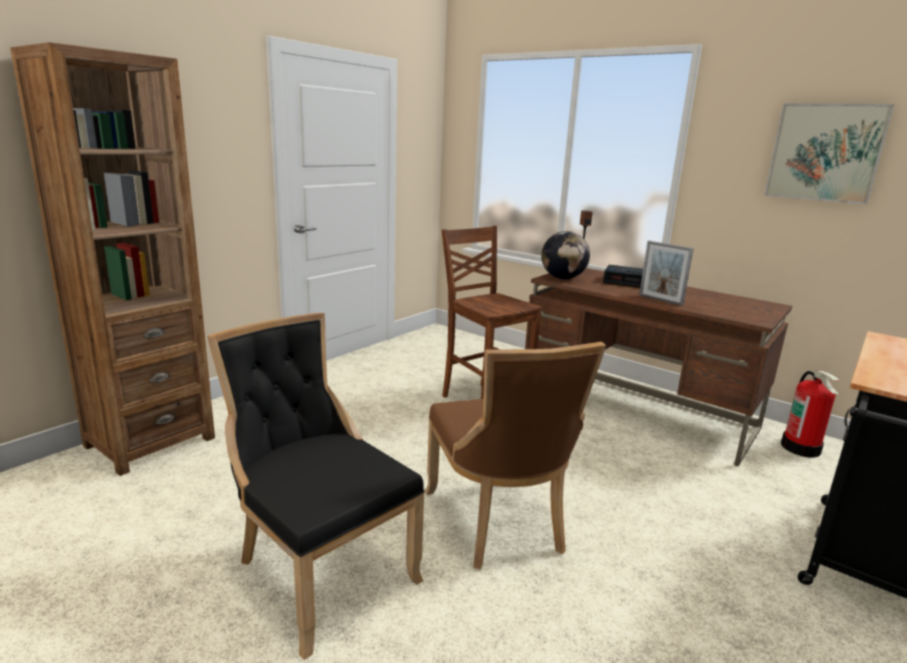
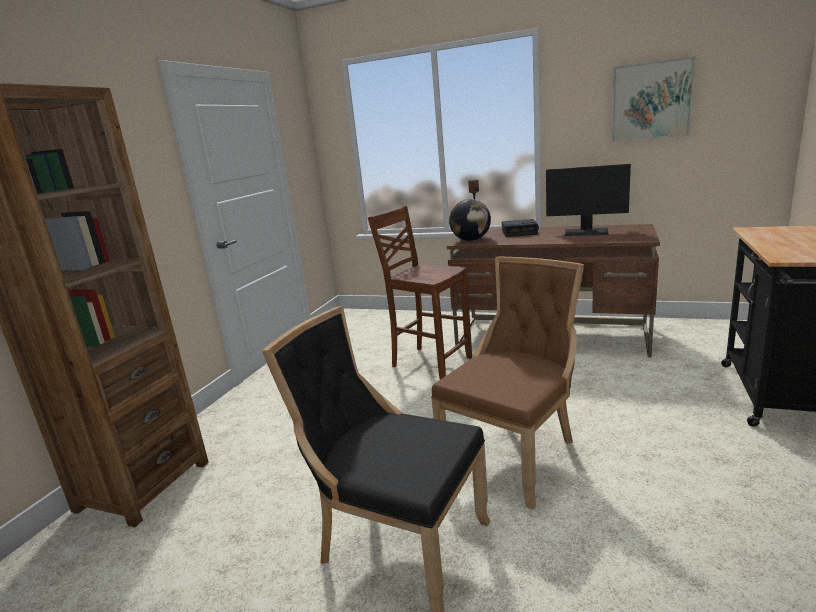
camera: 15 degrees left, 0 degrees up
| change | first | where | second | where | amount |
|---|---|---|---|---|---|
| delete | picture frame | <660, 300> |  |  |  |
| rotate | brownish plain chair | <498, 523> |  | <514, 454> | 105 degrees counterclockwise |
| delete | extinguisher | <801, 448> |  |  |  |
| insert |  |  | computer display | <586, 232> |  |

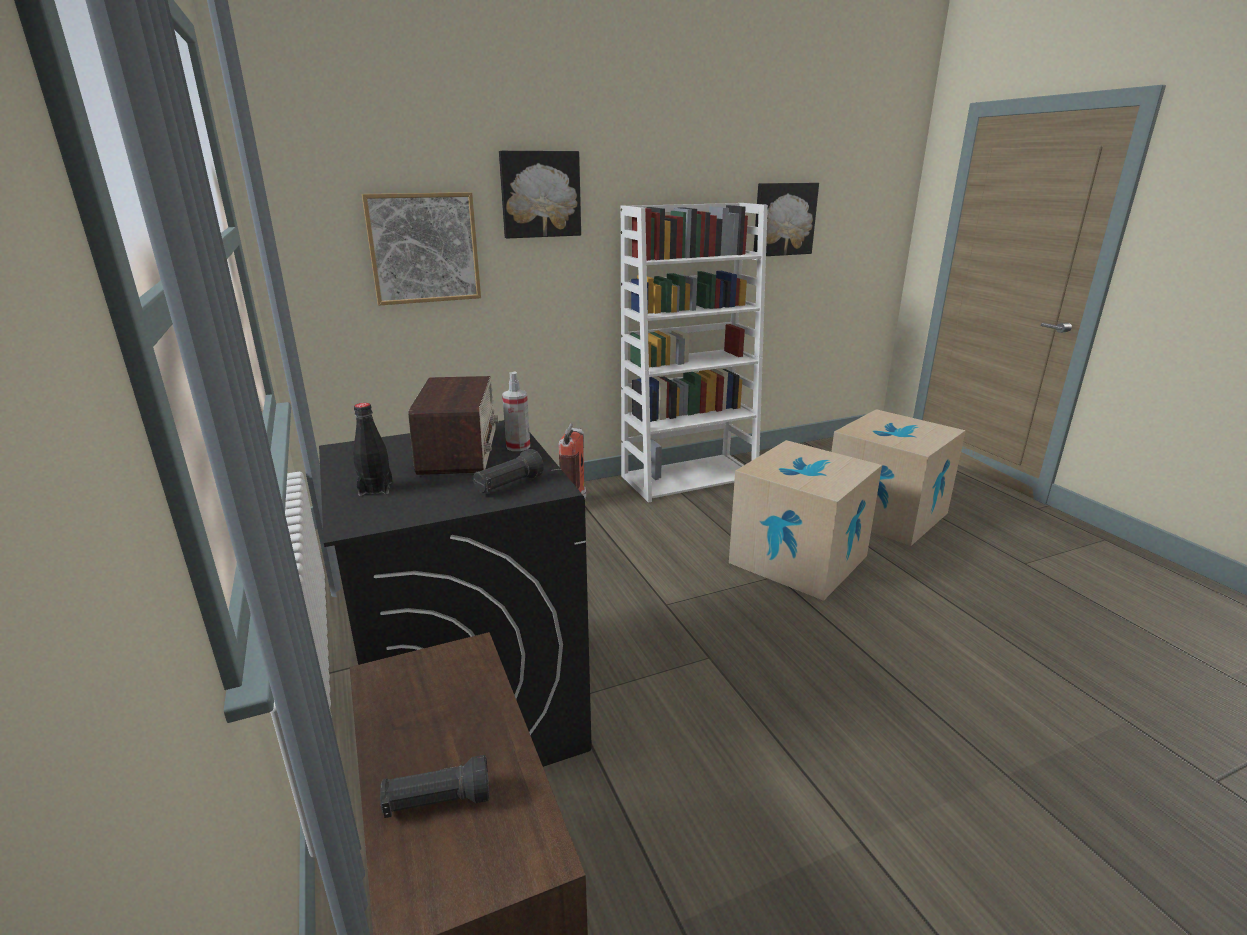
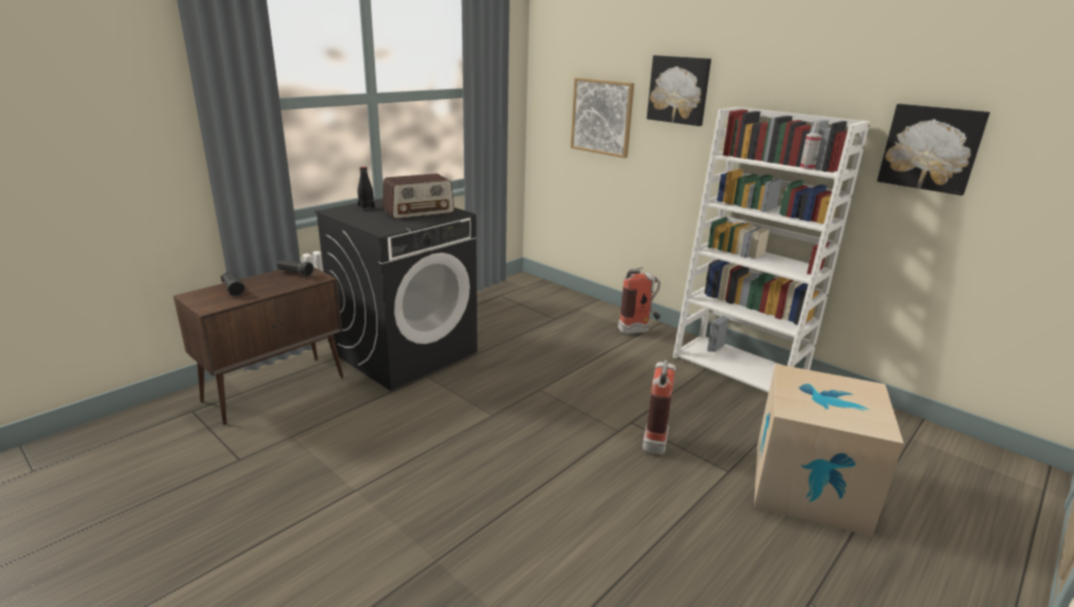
camera: 65 degrees right, 0 degrees up
| change | first | where | second | where | amount |
|---|---|---|---|---|---|
| move | spray bottle | <518, 446> |  | <807, 168> |  |
| replace | packing box | <798, 559> | extinguisher | <655, 438> |  |
| move | black torch | <508, 485> |  | <295, 273> |  |

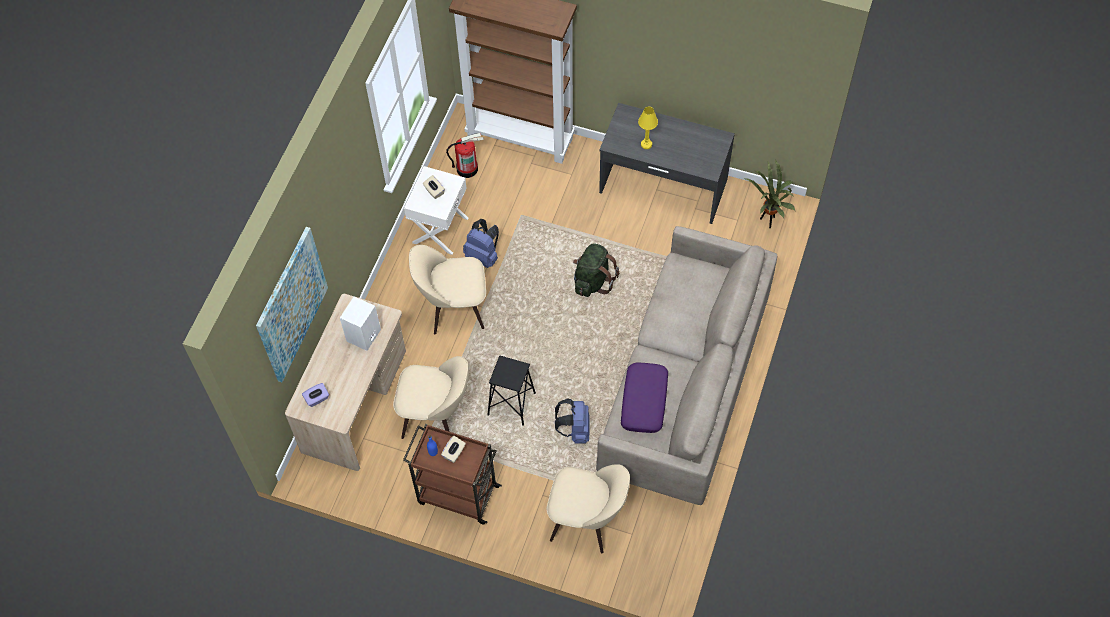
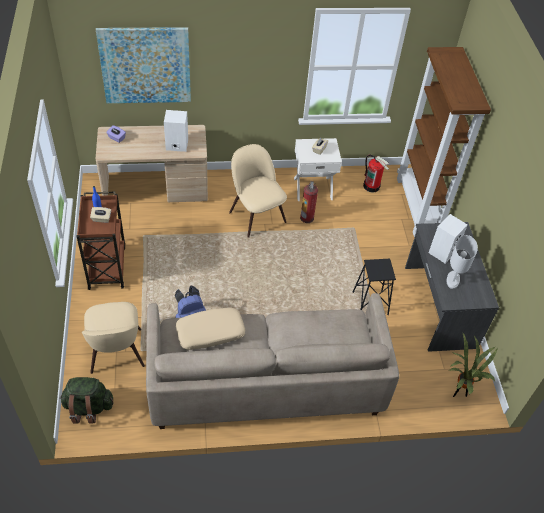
camera: 60 degrees right, 10 degrees down
| change | first | where | second | where | amount |
|---|---|---|---|---|---|
| replace | yellow-coloured lamp for a table | <646, 144> | white-coloured loudspeaker | <442, 251> |  |
| replace | bluish rucksack | <483, 256> | extinguisher | <307, 218> |  |
| move | greenish rucksack | <593, 281> |  | <88, 407> |  |
| delete | beige-coloured plain chair | <436, 415> |  |  |  |
| move | black stool seat | <511, 404> |  | <370, 303> |  |
| recolor | purple pillow | <644, 401> | beige-coloured pillow | <210, 333> |  |
| insert |  |  | white-coloured lamp for a table | <453, 280> |  |

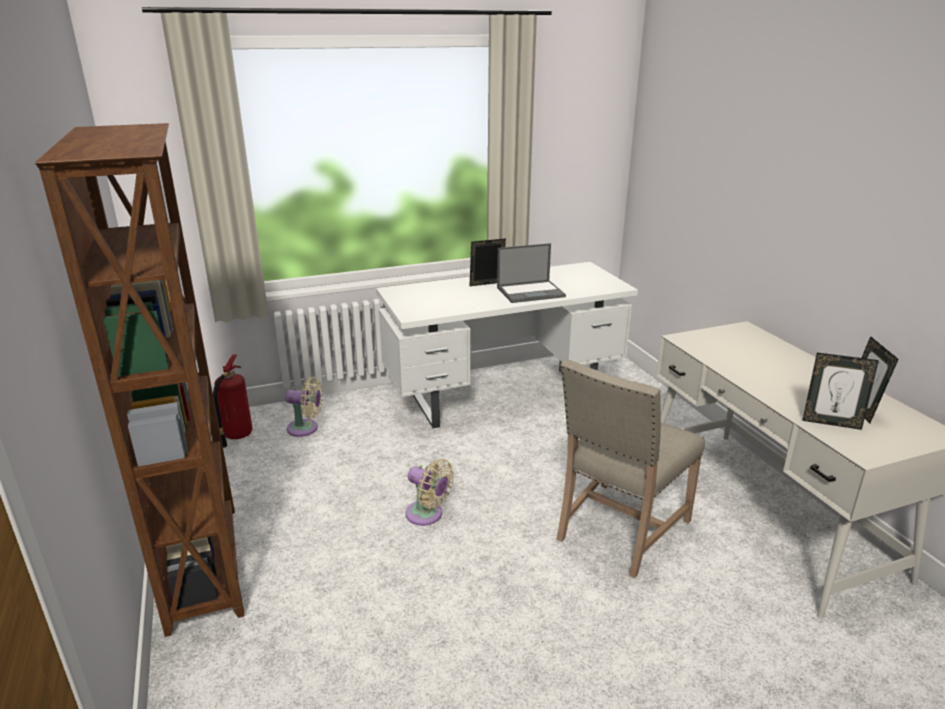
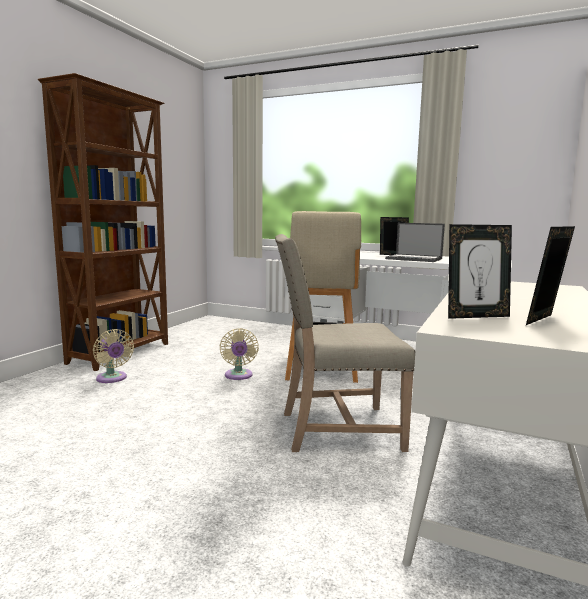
camera: 45 degrees right, 15 degrees down
| change | first | where | second | where | amount |
|---|---|---|---|---|---|
| rotate | picture frame | <831, 422> |  | <476, 316> | 75 degrees counterclockwise |
| delete | extinguisher | <237, 435> |  |  |  |
| move | beige-coloured fan | <306, 428> |  | <112, 379> |  |
| insert |  |  | beige-coloured stool seat | <320, 371> |  |

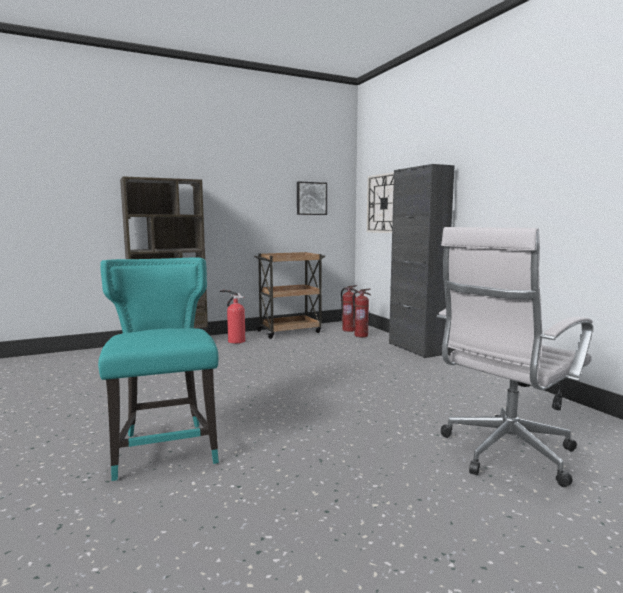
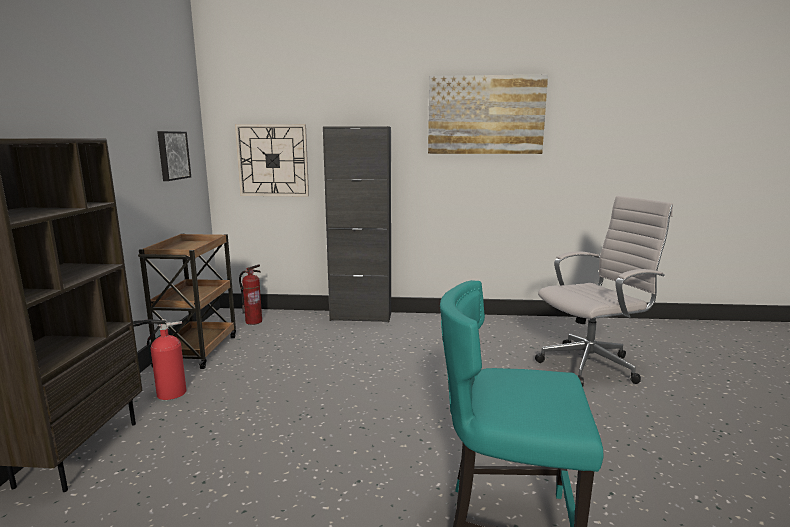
camera: 60 degrees left, 5 degrees up
| change | first | where | second | where | amount |
|---|---|---|---|---|---|
| rotate | white-coloured office chair | <504, 454> |  | <592, 365> | 105 degrees counterclockwise |
| delete | extinguisher | <361, 335> |  |  |  |
| insert |  |  | picture | <486, 115> |  |

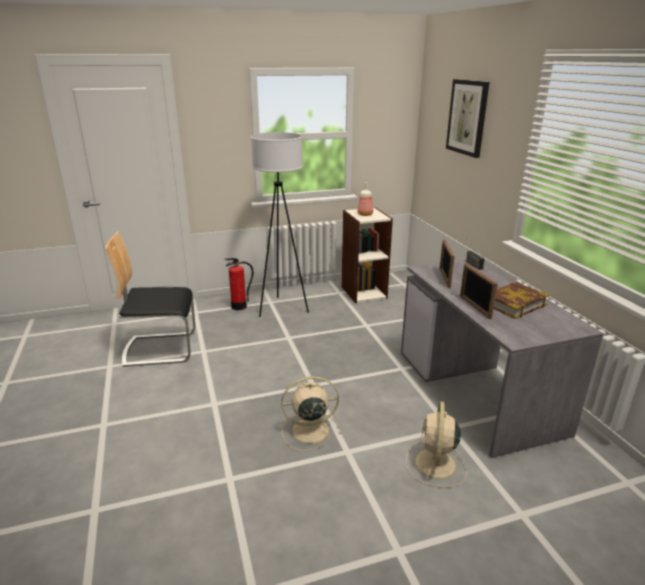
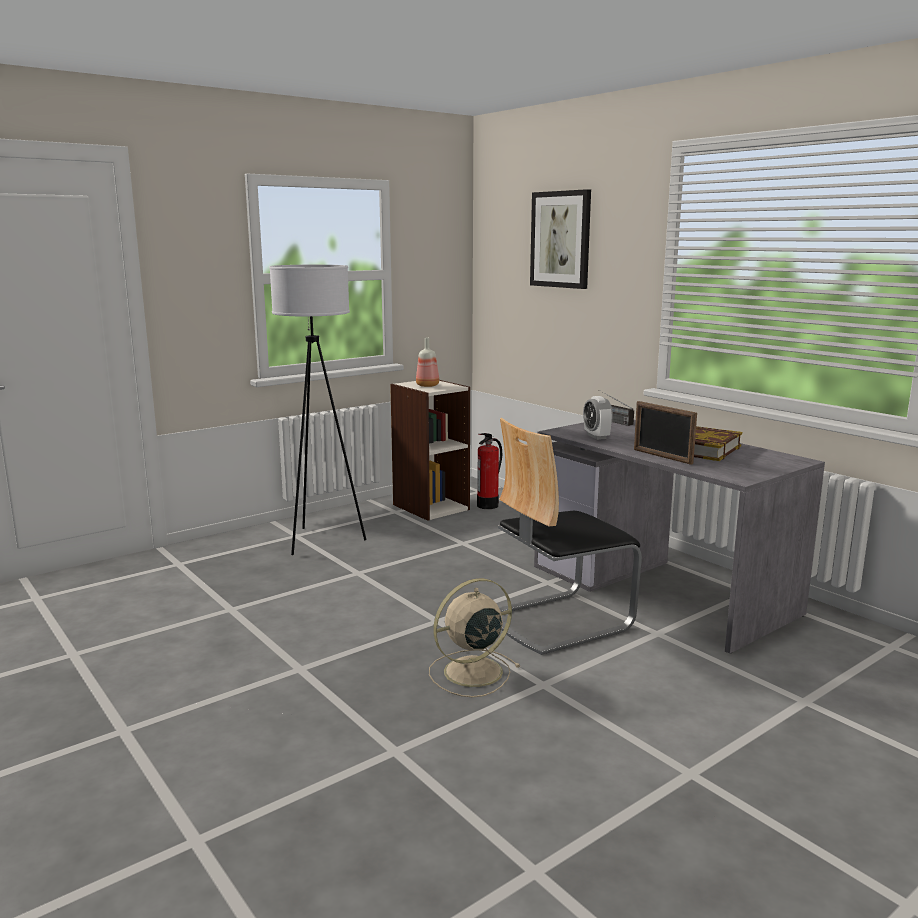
camera: 20 degrees left, 10 degrees down
| change | first | where | second | where | amount |
|---|---|---|---|---|---|
| move | plain chair | <160, 348> |  | <558, 620> |  |
| replace | picture frame | <444, 278> | table clock | <596, 436> |  |
| move | extinguisher | <239, 307> |  | <488, 505> |  |
| delete | beige-coloured fan | <435, 465> |  |  |  |

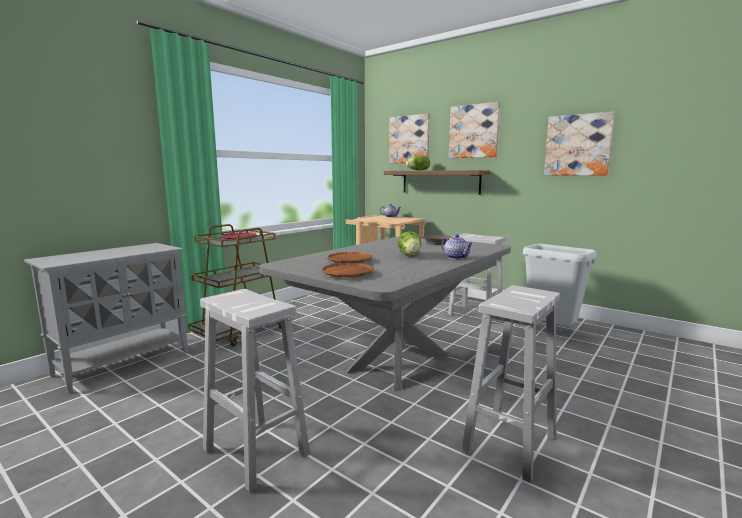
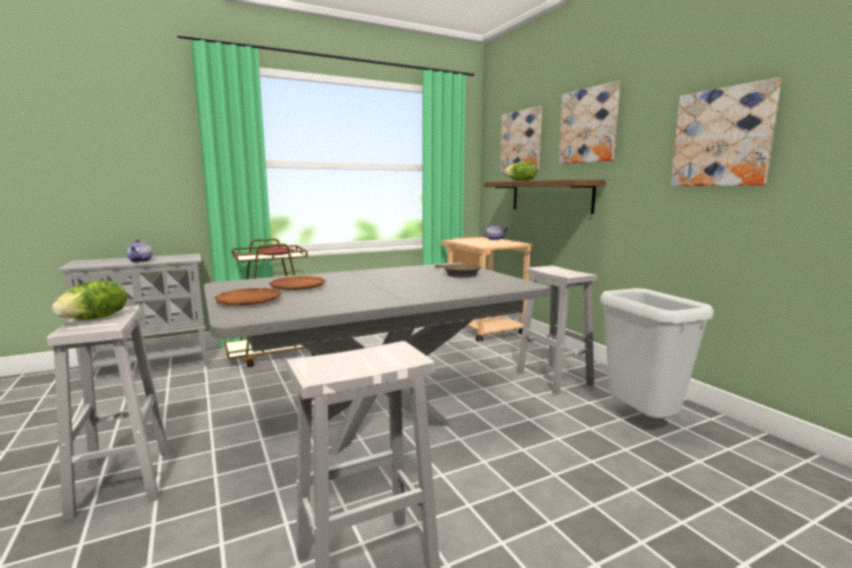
camera: 25 degrees right, 0 degrees up
| change | first | where | second | where | amount |
|---|---|---|---|---|---|
| move | lettuce head | <410, 255> |  | <96, 318> |  |
| move | teapot | <456, 257> |  | <141, 261> |  |

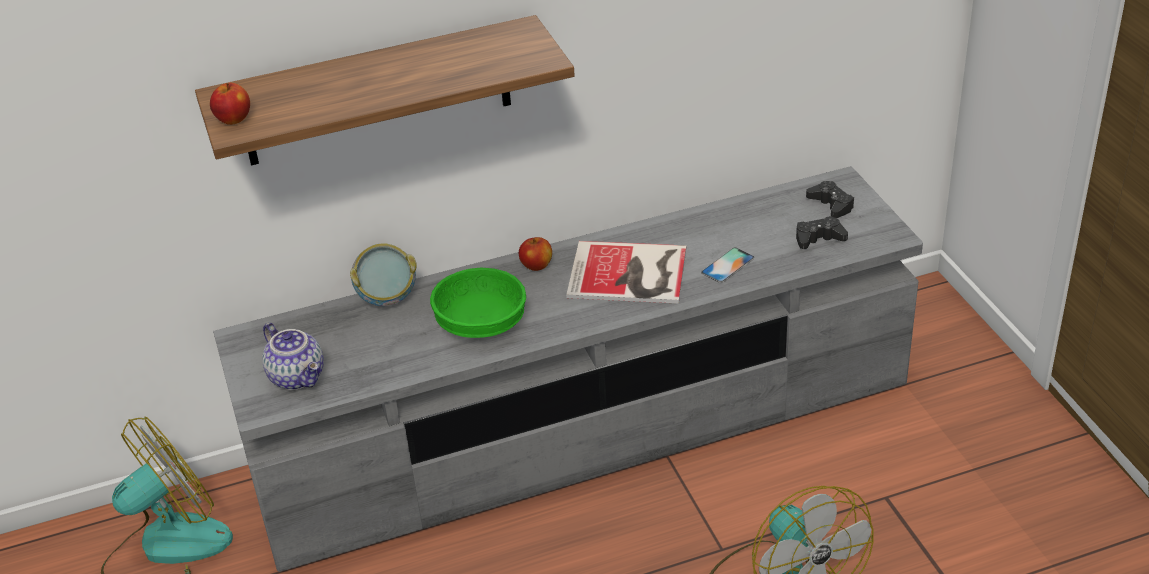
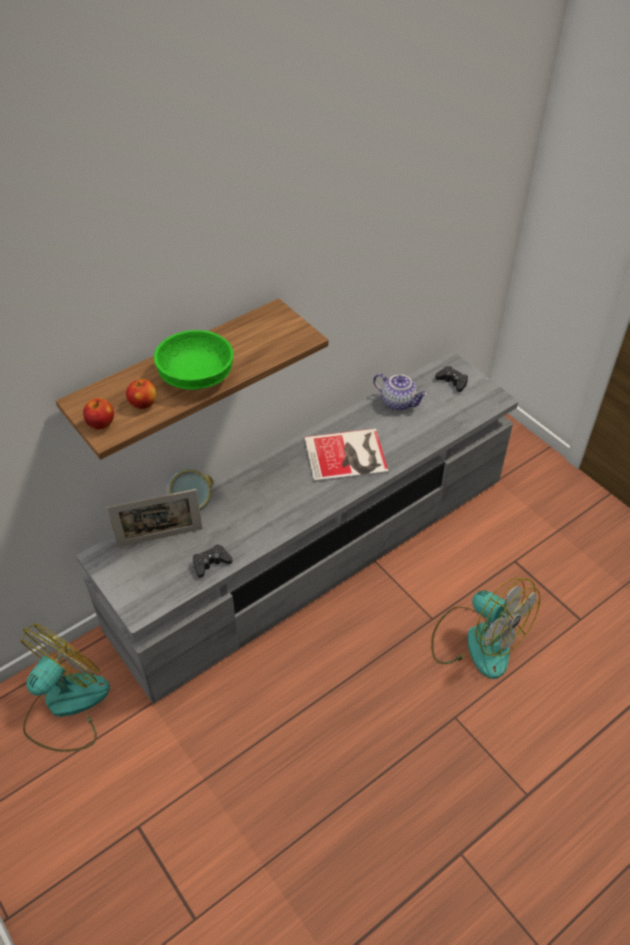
camera: 20 degrees left, 10 degrees up
| change | first | where | second | where | amount |
|---|---|---|---|---|---|
| move | black game controller | <819, 238> |  | <211, 563> |  |
| move | apple fruit | <536, 266> |  | <143, 404> |  |
| delete | handset | <727, 265> |  |  |  |
| move | greenish deep dish | <481, 325> |  | <197, 377> |  |
| move | teapot | <298, 376> |  | <399, 402> |  |
| insert |  |  | picture frame | <160, 537> |  |

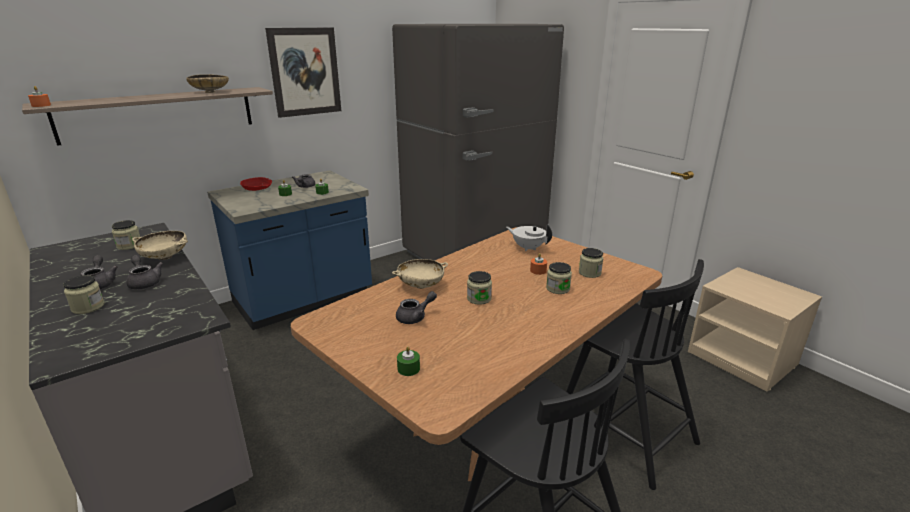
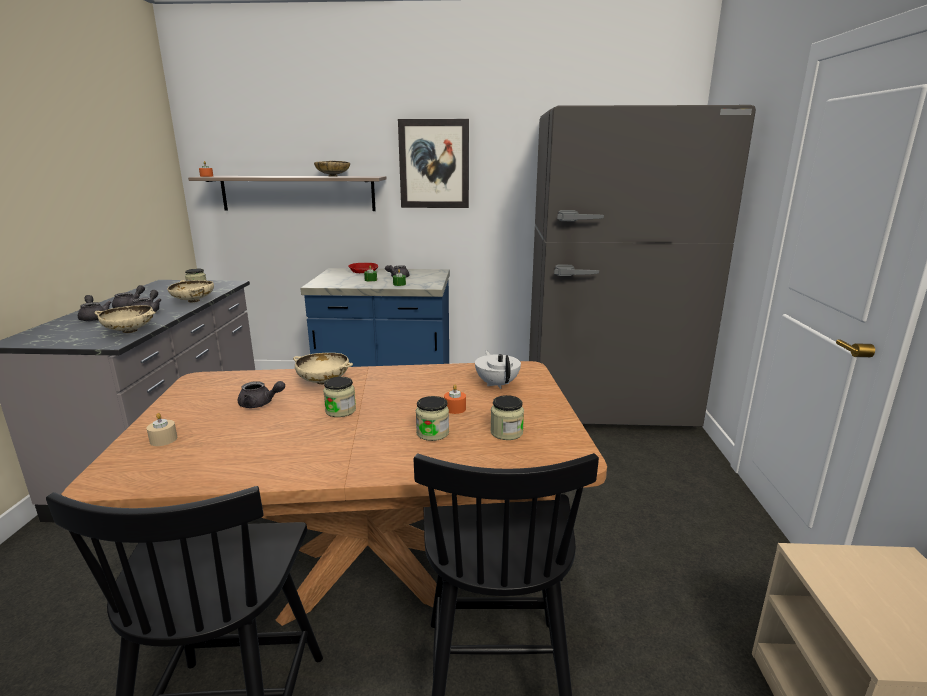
camera: 40 degrees right, 5 degrees down
| change | first | where | second | where | amount |
|---|---|---|---|---|---|
| replace | storage jar | <88, 307> | gray teapot | <94, 317> |  |
| recolor | greenish wax light | <408, 369> | beige-coloured wax light | <163, 439> |  |
| insert |  |  | beige-coloured deep dish | <129, 331> |  |

